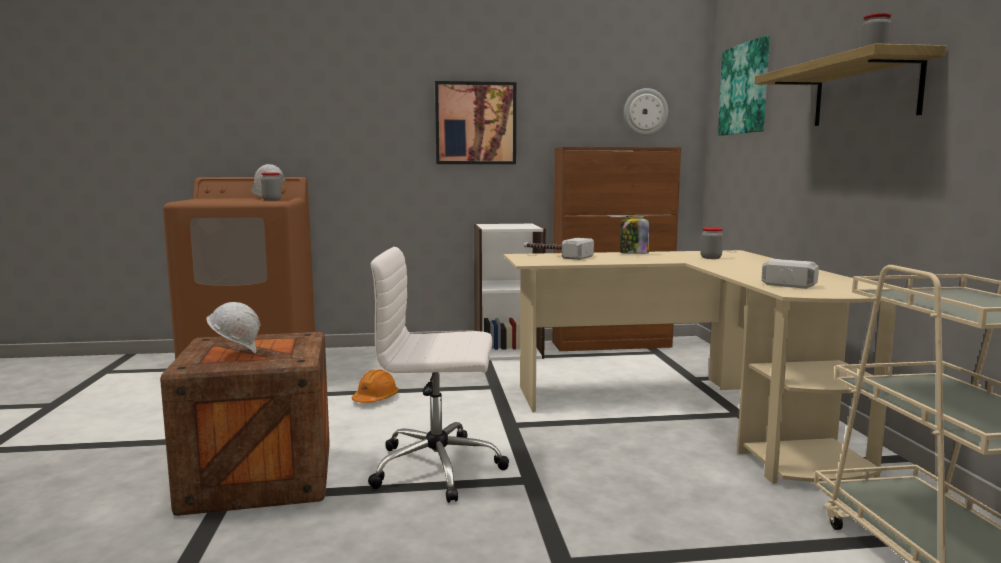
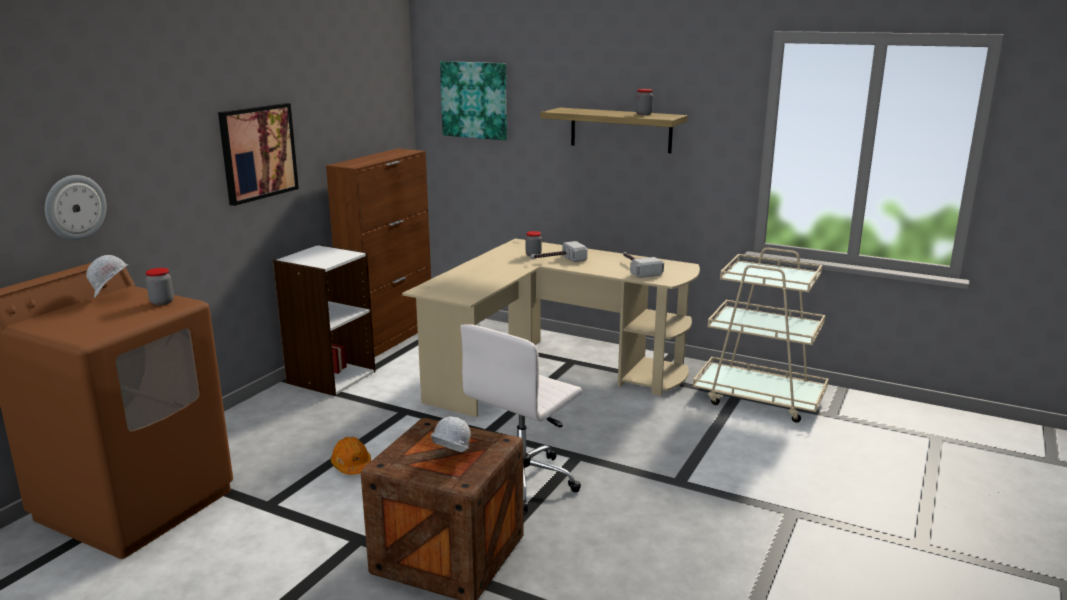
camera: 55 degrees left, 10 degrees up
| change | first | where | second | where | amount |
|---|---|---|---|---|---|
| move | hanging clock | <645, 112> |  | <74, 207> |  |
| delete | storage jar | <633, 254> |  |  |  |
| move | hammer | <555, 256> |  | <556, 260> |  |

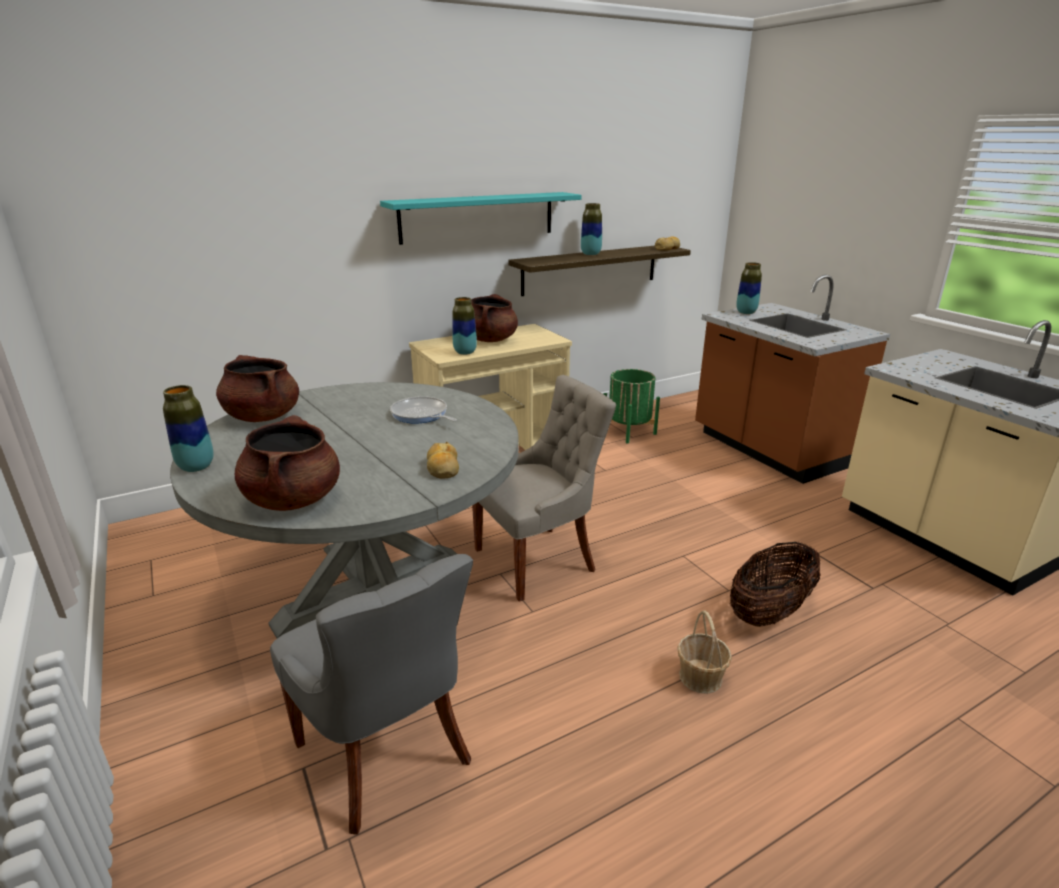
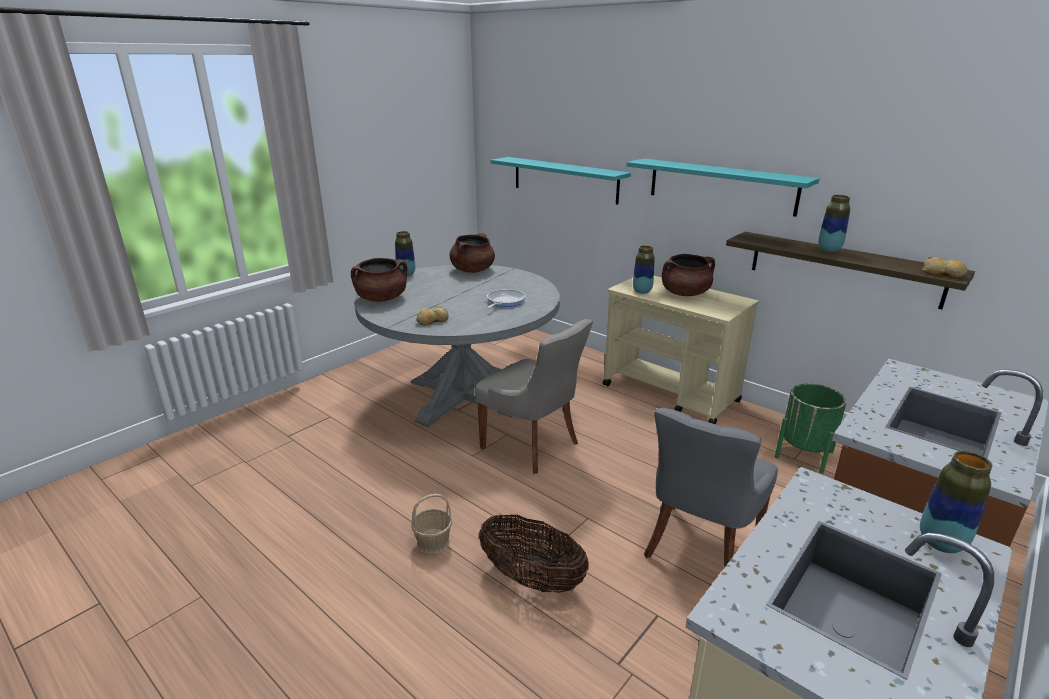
camera: 70 degrees right, 0 degrees up
| change | first | where | second | where | amount |
|---|---|---|---|---|---|
| move | vase | <746, 312> |  | <941, 543> |  |
| move | gray plain chair | <387, 754> |  | <699, 548> |  |
| insert |  |  | blue-green bracket shelf | <564, 179> |  |

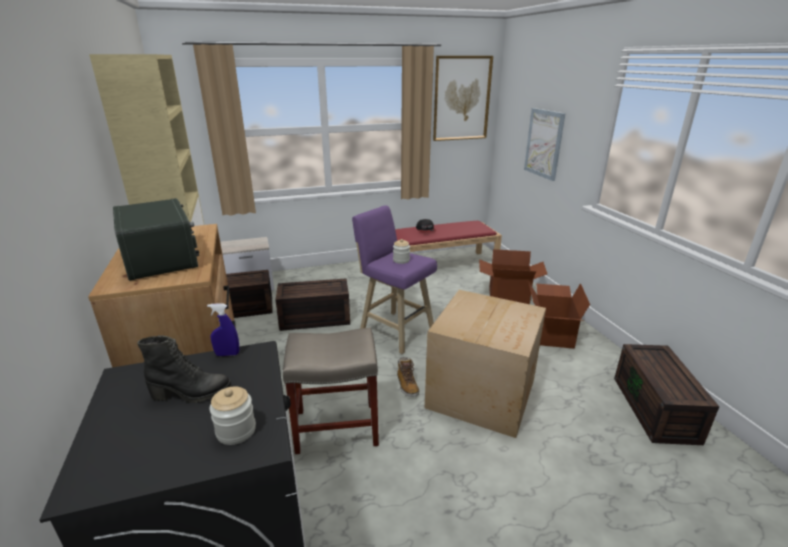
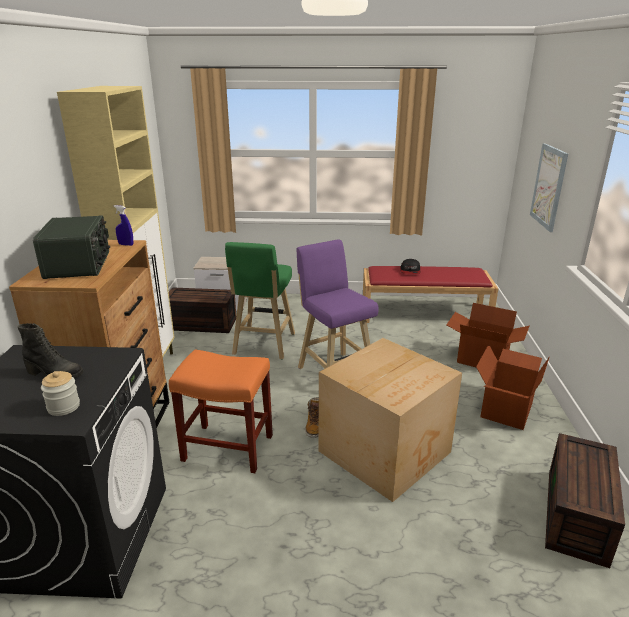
camera: 20 degrees right, 0 degrees up
| change | first | where | second | where | amount |
|---|---|---|---|---|---|
| delete | picture | <461, 98> |  |  |  |
| delete | storage jar | <401, 260> |  |  |  |
| replace | brownish storage container | <314, 319> | greenish stool seat | <263, 345> |  |
| move | bluish spray bottle | <227, 354> |  | <126, 244> |  |
| recolor | beige-coloured stool seat | <335, 427> | orangey stool seat | <226, 448> |  |

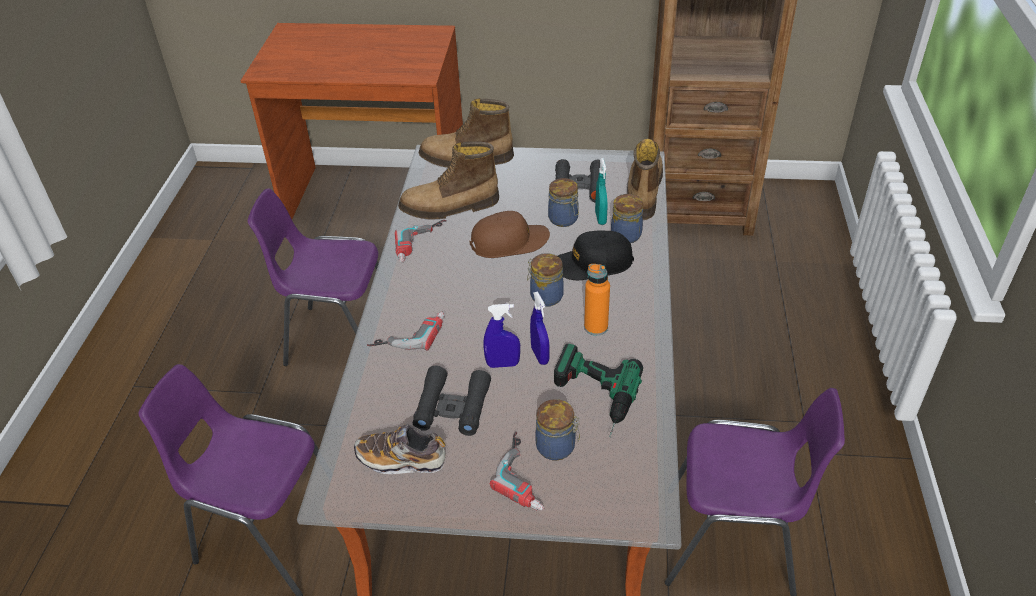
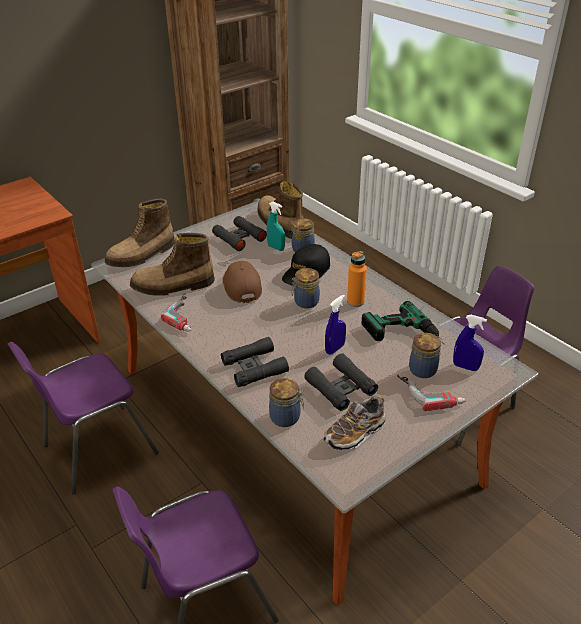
camera: 45 degrees left, 5 degrees down
| change | first | where | second | where | amount |
|---|---|---|---|---|---|
| rotate | boot | <450, 207> |  | <173, 286> | 45 degrees clockwise |
| move | storage jar | <564, 219> |  | <286, 417> |  |
| rotate | brownish peaked cap | <509, 242> |  | <241, 286> | 45 degrees counterclockwise |
| move | bluish spray bottle | <540, 355> |  | <465, 367> |  |
| replace | power drill | <408, 333> | black pair of binoculars | <254, 367> |  |

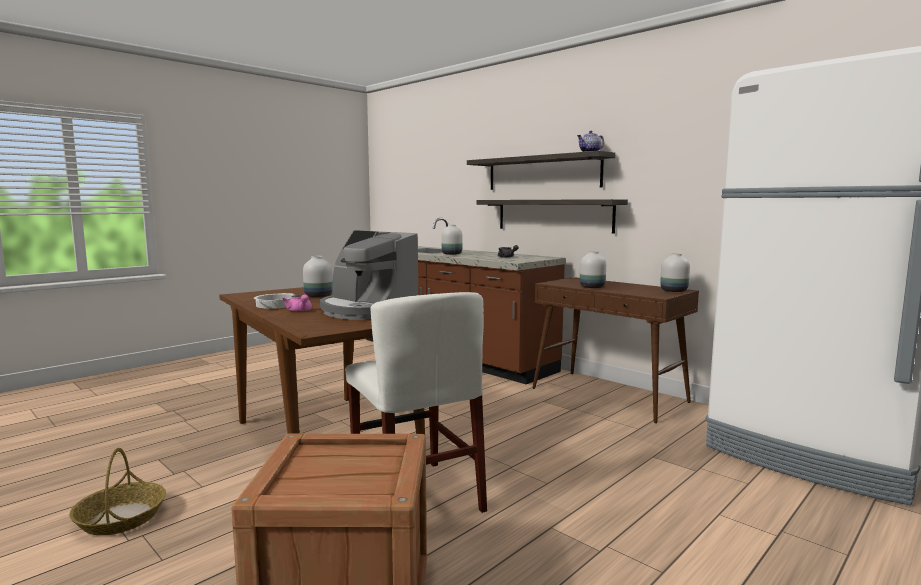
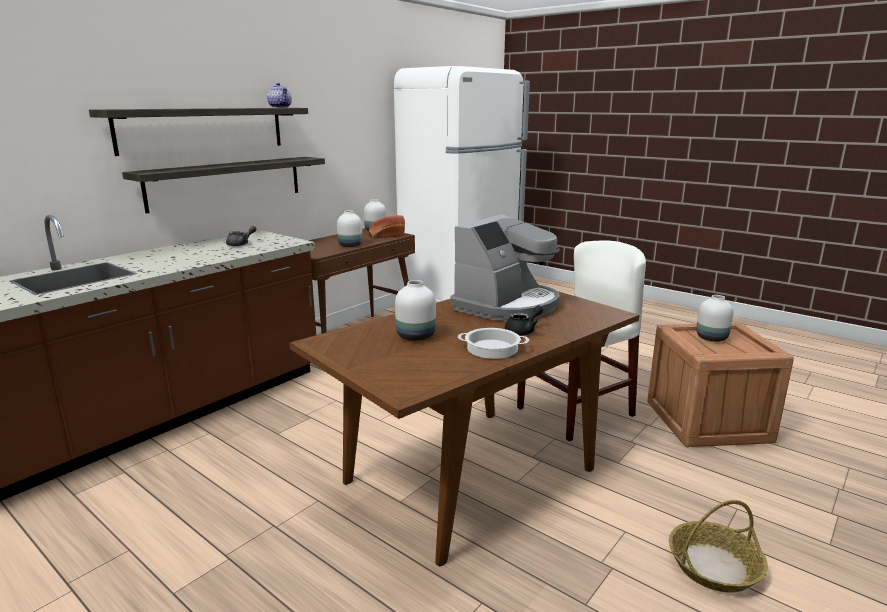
camera: 95 degrees left, 10 degrees up
| change | first | where | second | where | amount |
|---|---|---|---|---|---|
| move | white-coloured vase | <451, 254> |  | <712, 338> |  |
| recolor | pink-coloured teapot | <300, 311> | black teapot | <523, 331> |  |
| insert |  |  | bread | <386, 236> |  |

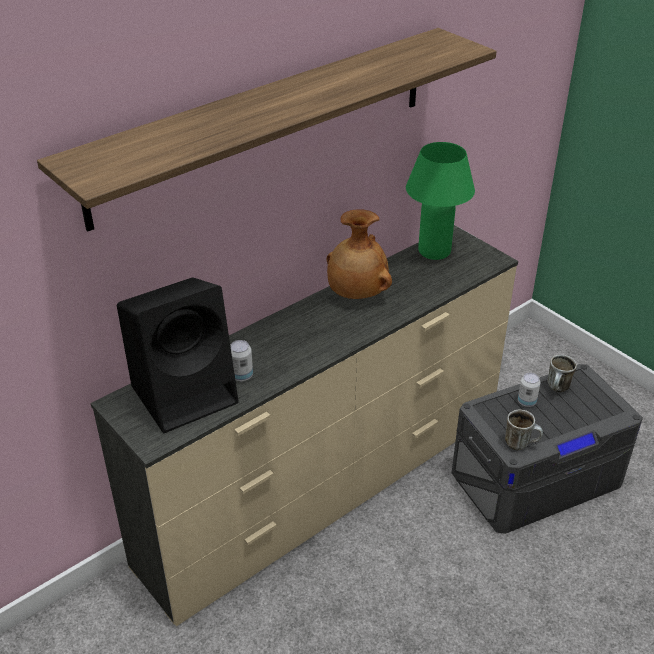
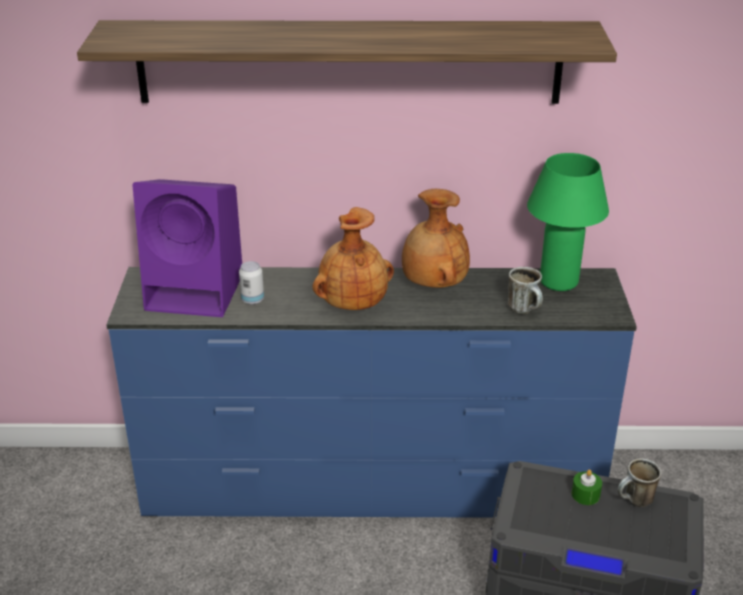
camera: 40 degrees right, 5 degrees down
| change | first | where | second | where | amount |
|---|---|---|---|---|---|
| recolor | beige-coloured dresser | <326, 487> | bluish dresser | <372, 487> |  |
| recolor | black loudspeaker | <186, 393> | purple loudspeaker | <198, 292> |  |
| replace | metal can | <526, 402> | greenish wax light | <585, 495> |  |
| move | coffee mug | <521, 443> |  | <526, 310> |  |
| insert |  |  | brownish vase | <352, 303> |  |

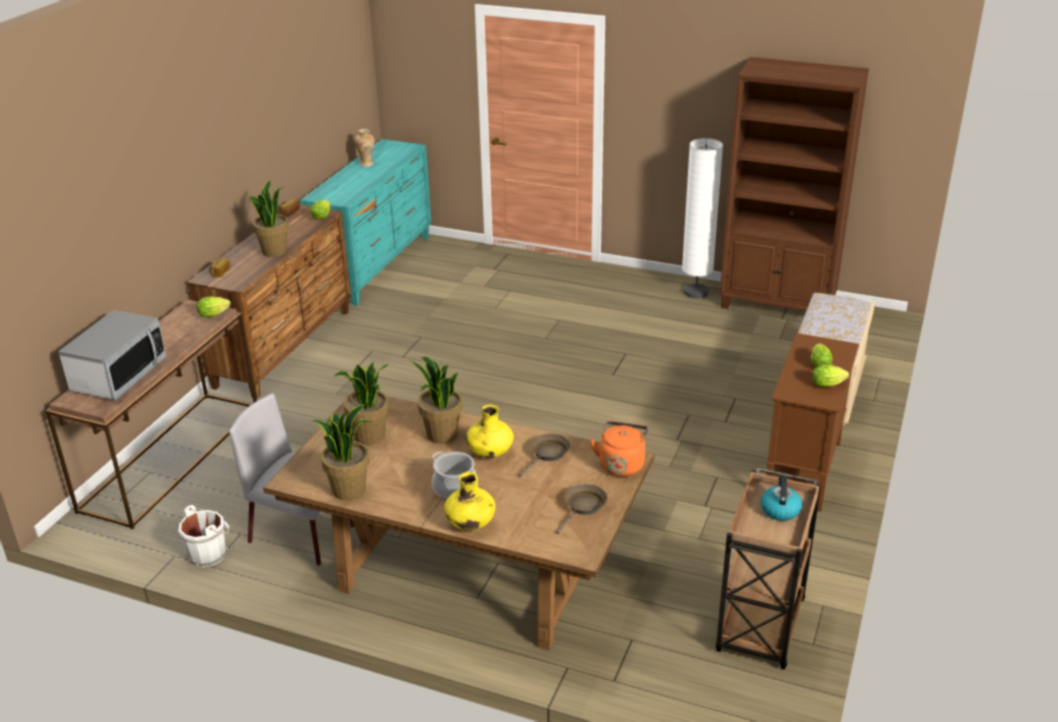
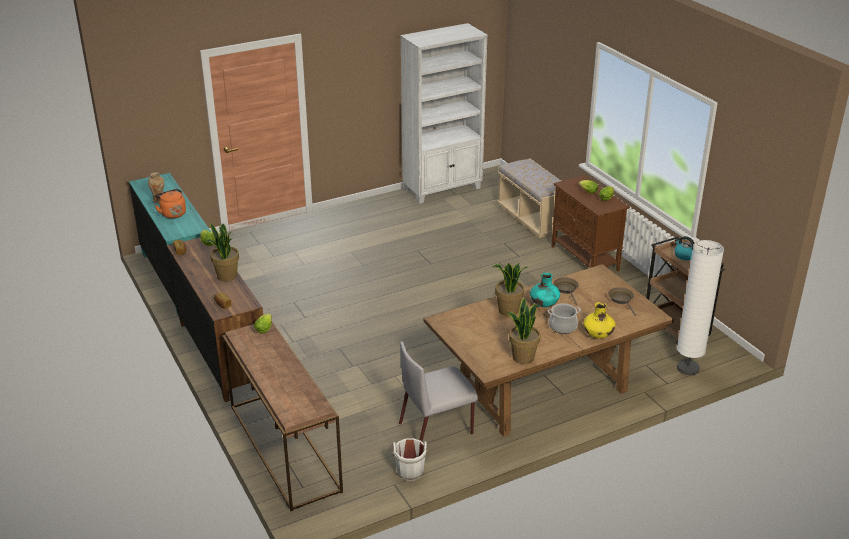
camera: 50 degrees left, 0 degrees up
| change | first | where | second | where | amount |
|---|---|---|---|---|---|
| recolor | brownish bookshelf | <778, 305> | white-coloured bookshelf | <443, 189> |  |
| move | white-coloured floor lamp | <696, 292> |  | <688, 368> |  |
| delete | microwave oven | <119, 376> |  |  |  |
| delete | houseplant | <369, 436> |  |  |  |
| recolor | yellow-coloured vase | <490, 453> | blue-green vase | <544, 304> |  |
| move | orangey tea kettle | <621, 464> |  | <172, 213> |  |

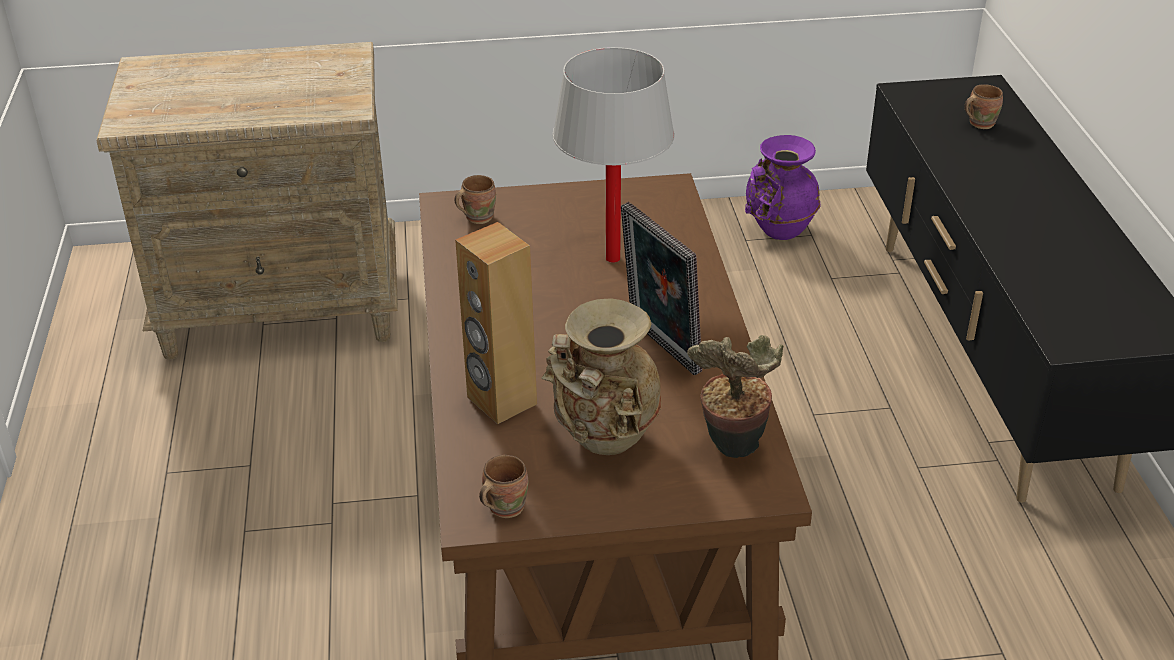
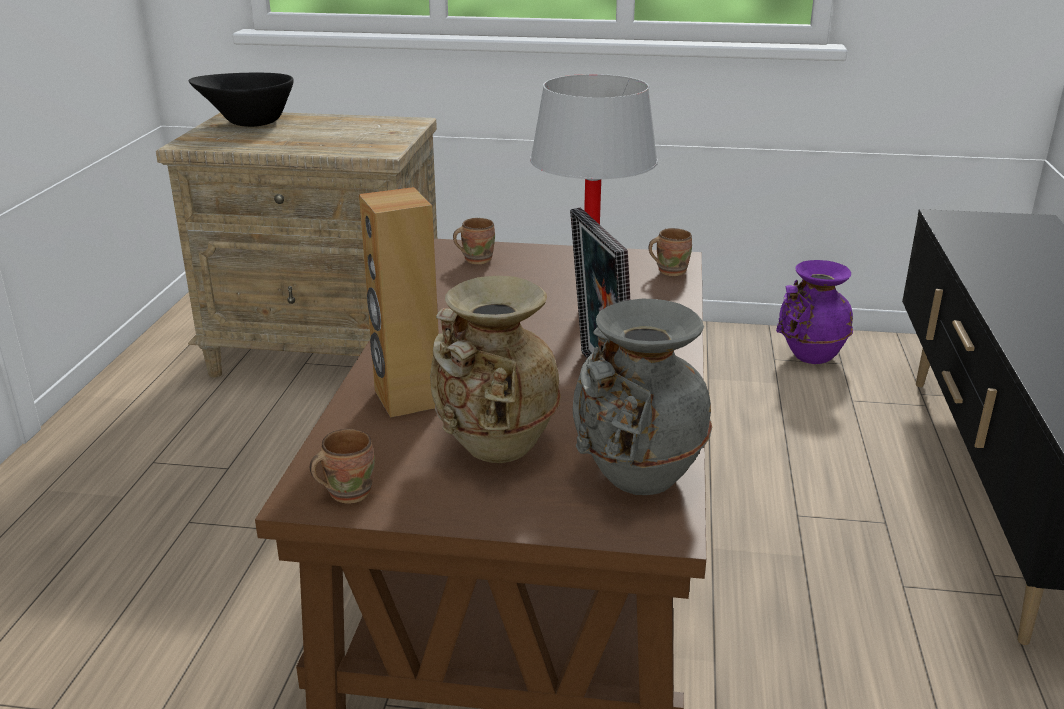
camera: 15 degrees right, 10 degrees down
| change | first | where | second | where | amount |
|---|---|---|---|---|---|
| move | brownish coffee mug | <979, 123> |  | <670, 271> |  |
| replace | houseplant | <731, 448> | gray vase | <635, 479> |  |
| insert |  |  | black deep dish | <246, 122> |  |

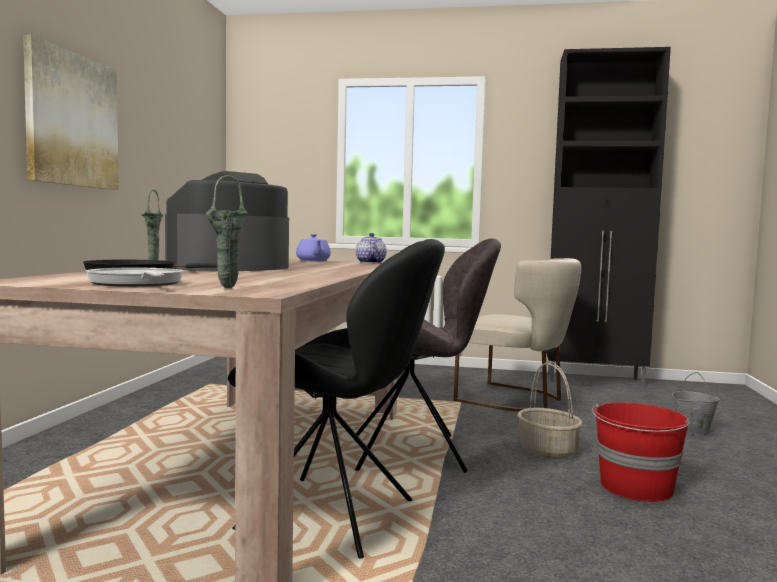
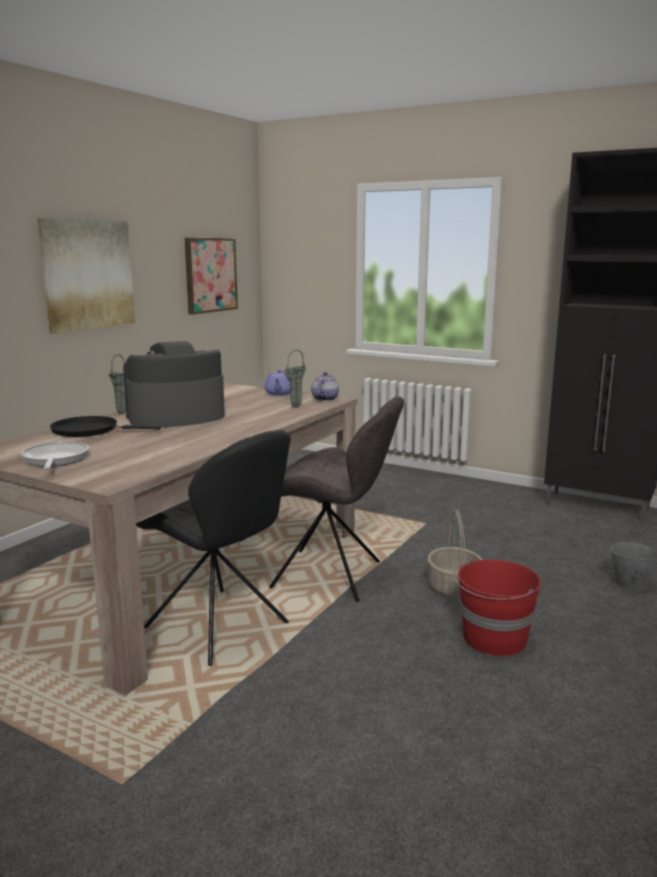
camera: 20 degrees right, 10 degrees up
| change | first | where | second | where | amount |
|---|---|---|---|---|---|
| move | greenish vase | <226, 288> |  | <295, 407> |  |
| delete | beige-coloured plain chair | <516, 399> |  |  |  |
| insert |  |  | picture | <210, 275> |  |

